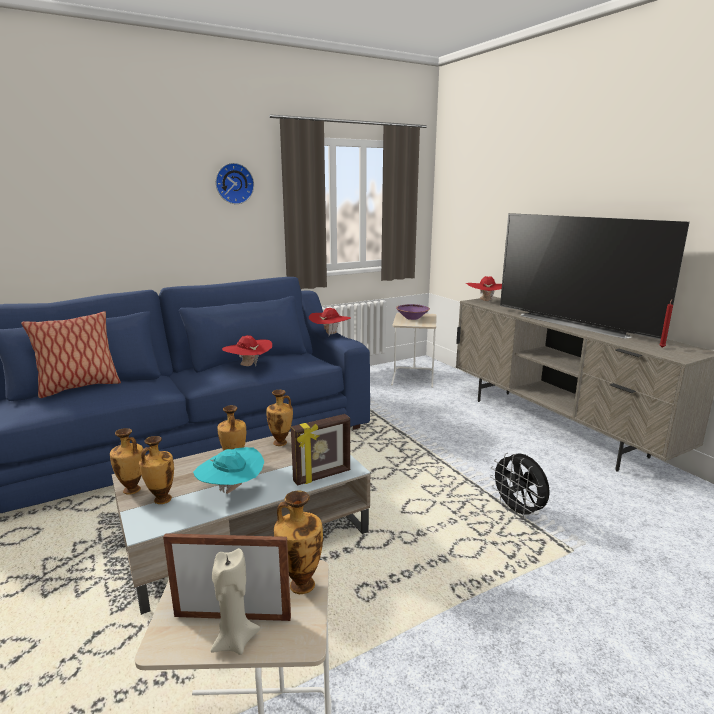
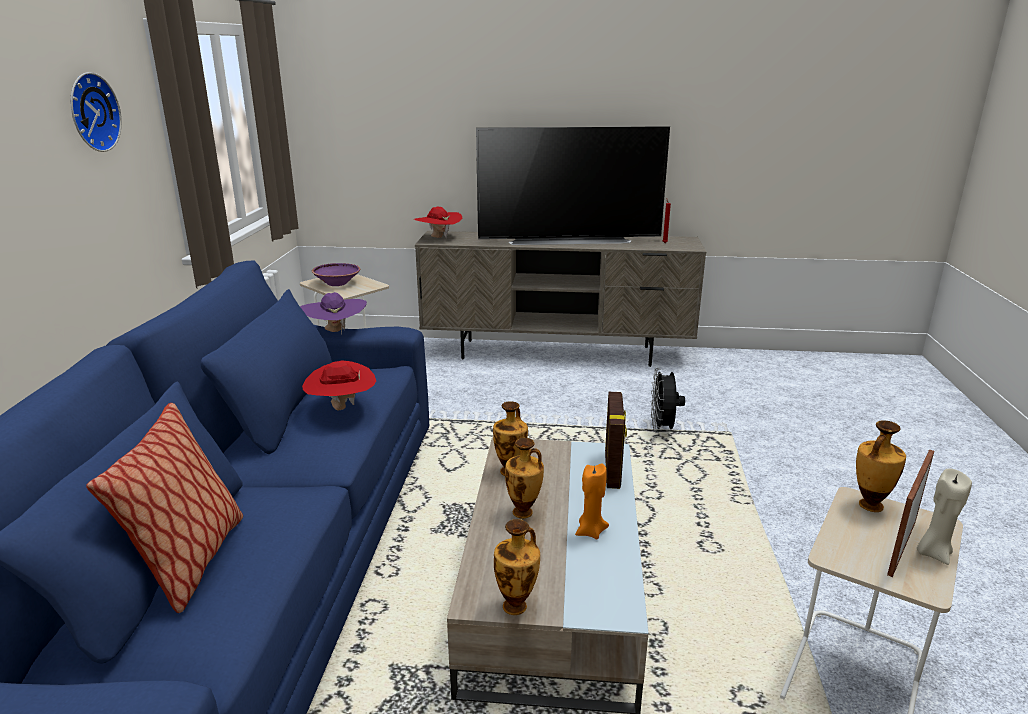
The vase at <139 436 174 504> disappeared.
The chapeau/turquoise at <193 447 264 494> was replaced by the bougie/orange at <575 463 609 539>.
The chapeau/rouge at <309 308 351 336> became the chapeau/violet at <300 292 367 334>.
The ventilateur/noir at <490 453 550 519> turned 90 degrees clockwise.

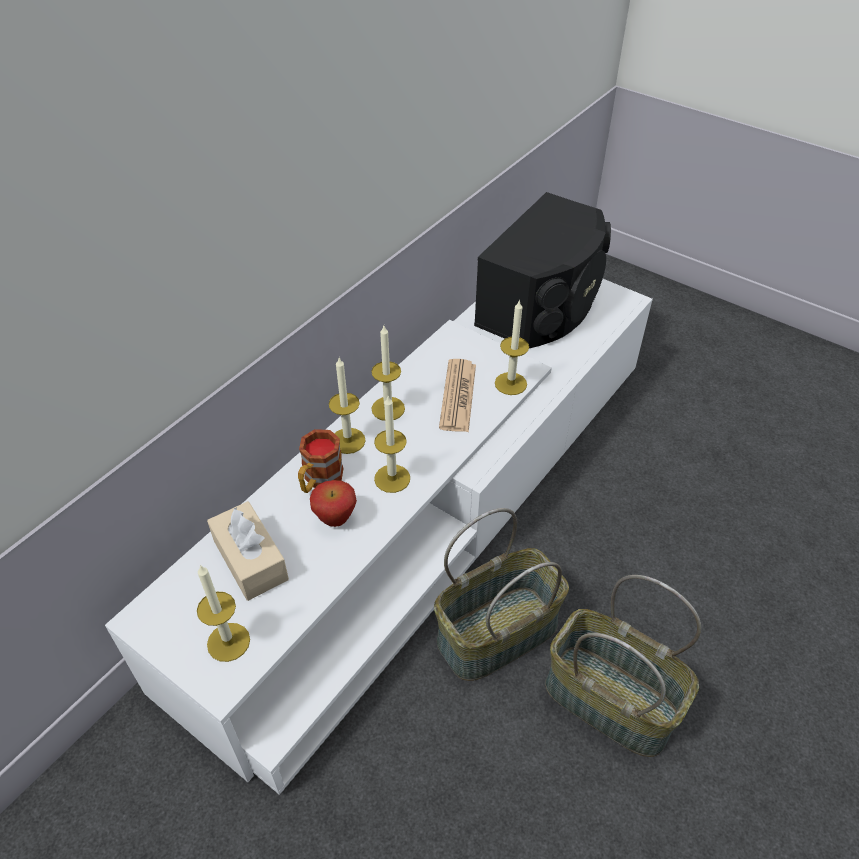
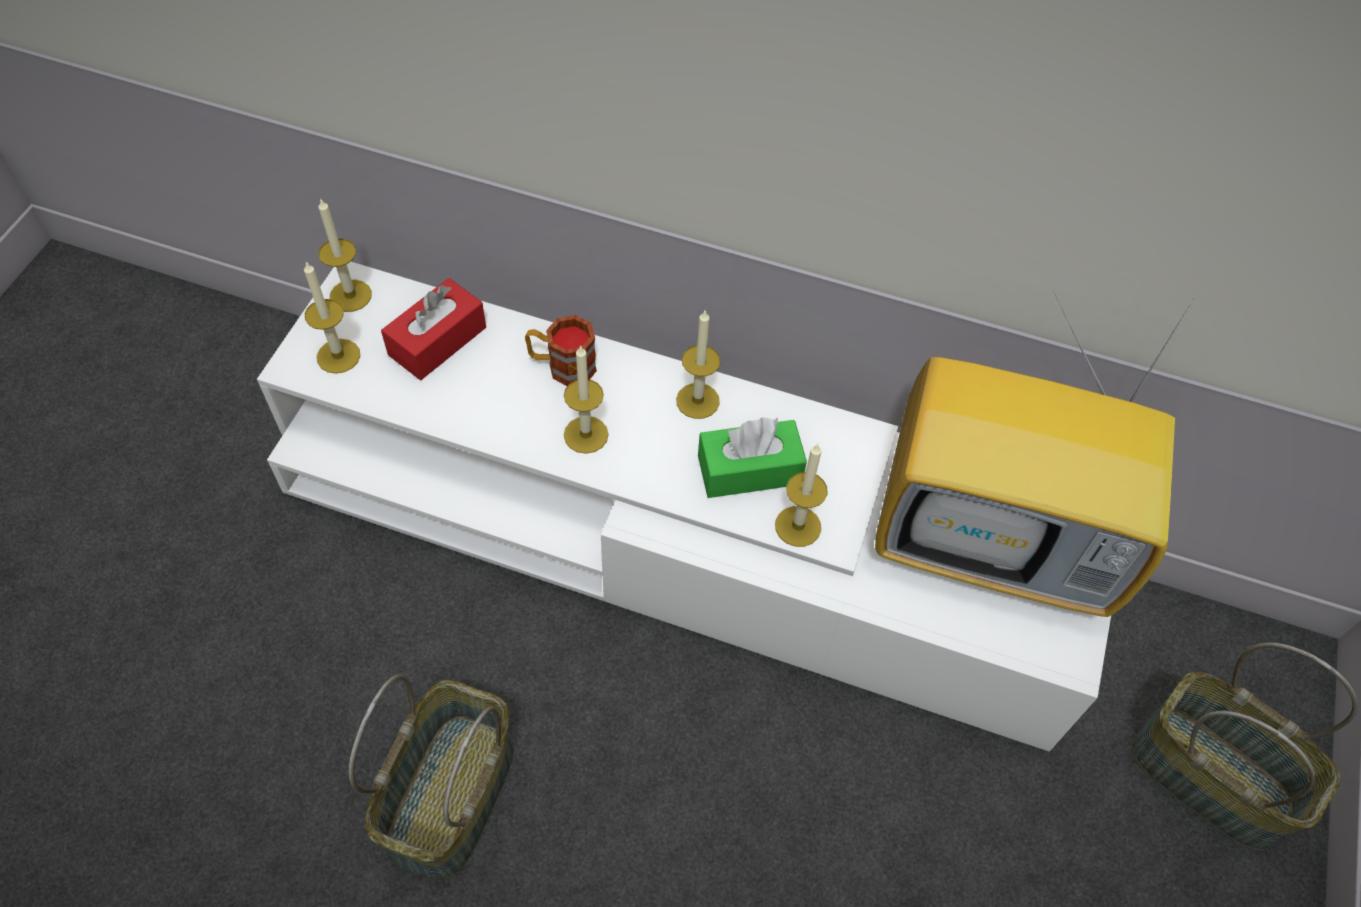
The boîte à mouchoirs/beige at <207 501 289 601> became the boîte à mouchoirs/rouge at <381 278 486 380>.
The pomme at <310 480 357 527> disappeared.
The bougie moved from <329 358 366 454> to <318 198 372 312>.
The panier moved from <434 508 569 681> to <1131 643 1358 850>.
The journal at <439 359 476 432> was replaced by the boîte à mouchoirs/vert at <698 417 807 498>.
The enceinte/noir at <474 192 611 348> was replaced by the téléviseur at <875 293 1195 617>.

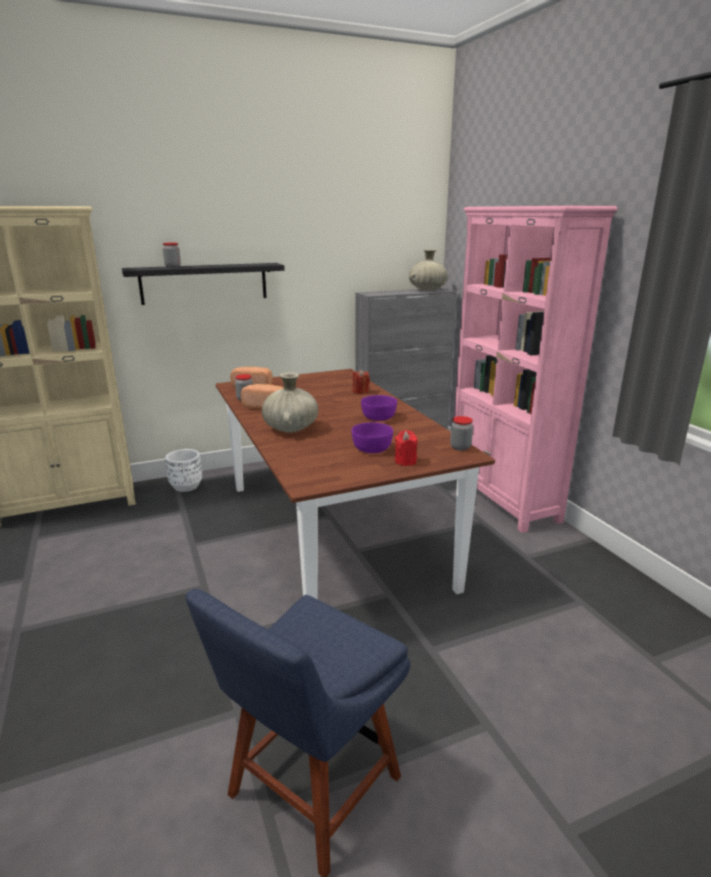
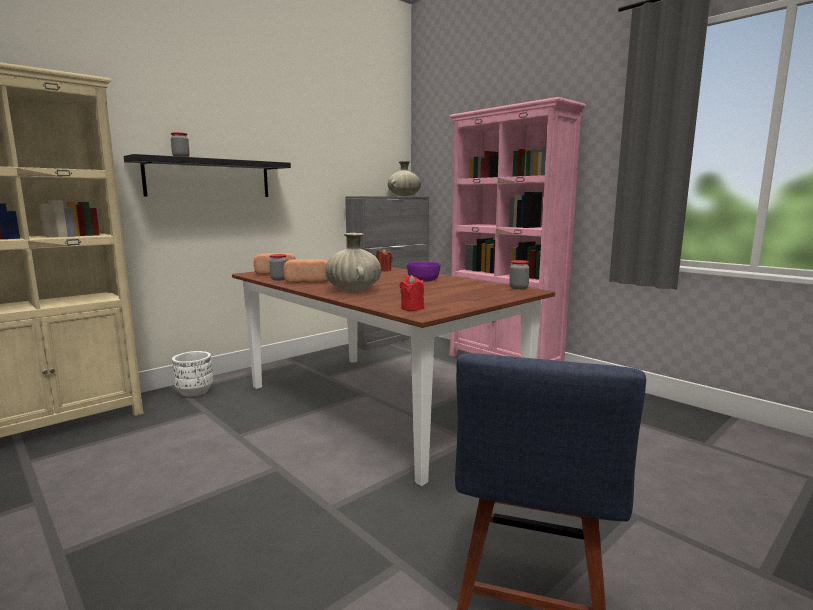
The bol/violet at <351 422 393 453> disappeared.
The bougie/rouge moved from <395 430 418 466> to <400 275 424 311>.

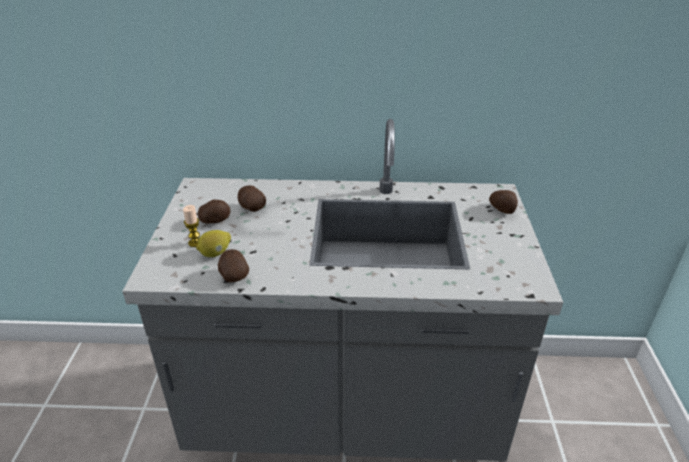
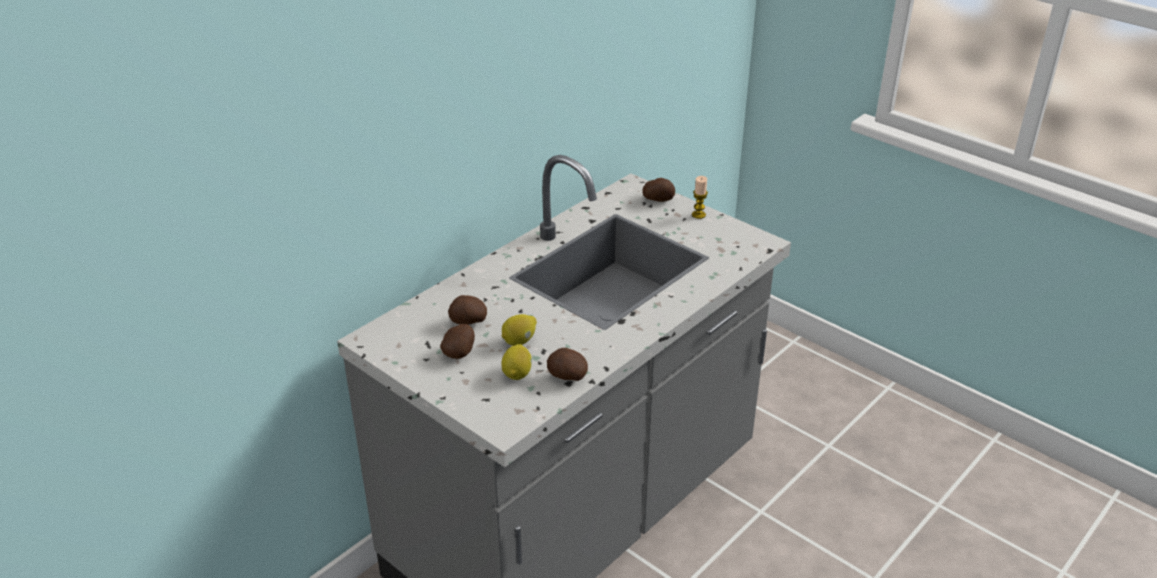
The bougie moved from <183 205 200 247> to <692 176 708 219>.
The citron at <502 314 537 346> appeared.

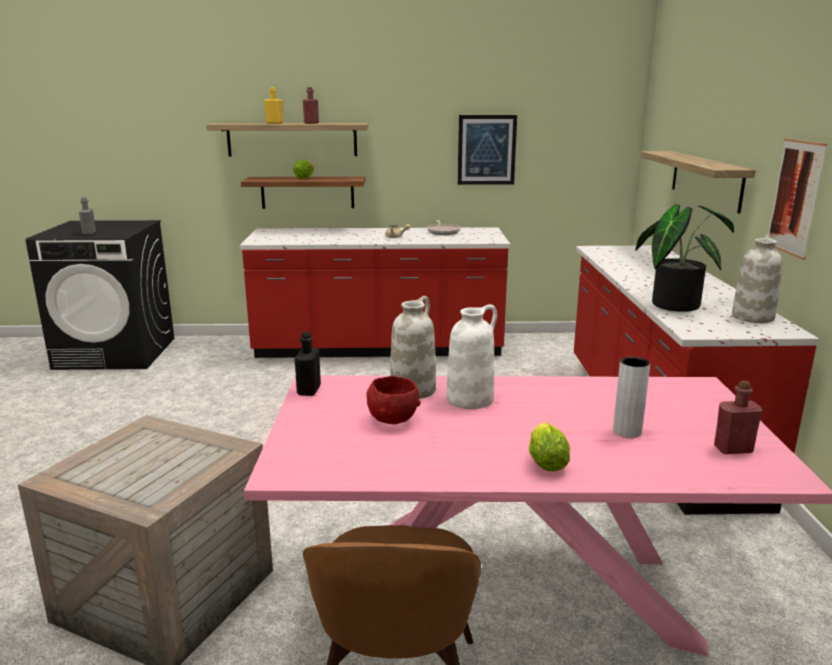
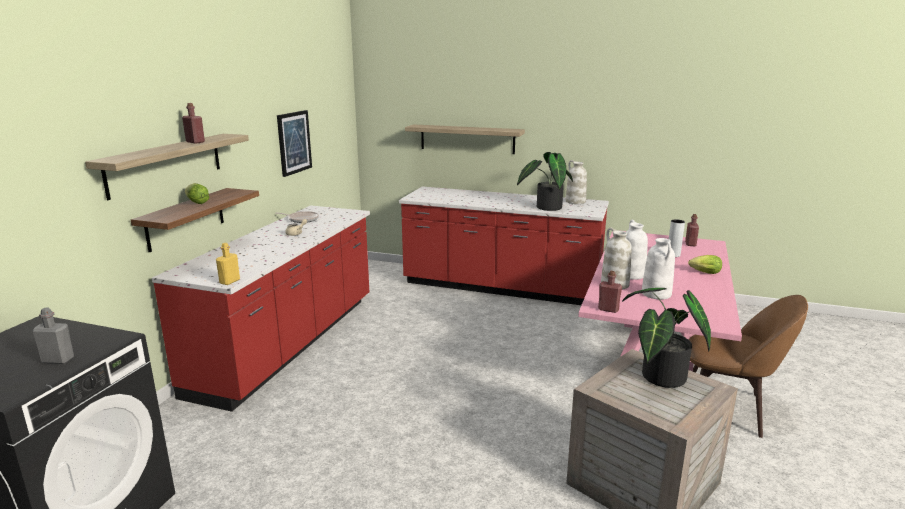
The bouteille/jaune moved from <264 87 284 124> to <216 243 240 285>.
The bouteille/noir at <295 332 321 396> became the bouteille/rouge at <598 271 622 313>.
The bol/rouge at <366 376 421 424> was replaced by the vase/blanc at <642 238 675 300>.
The tableau at <768 139 827 260> disappeared.
The plante en pot at <622 288 711 388> appeared.

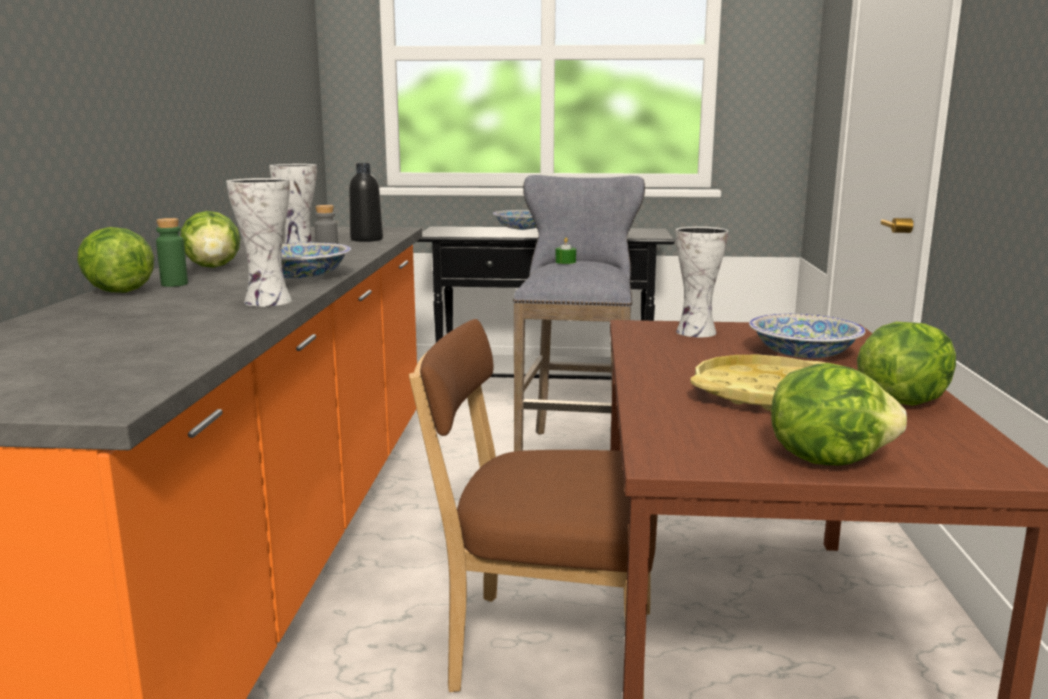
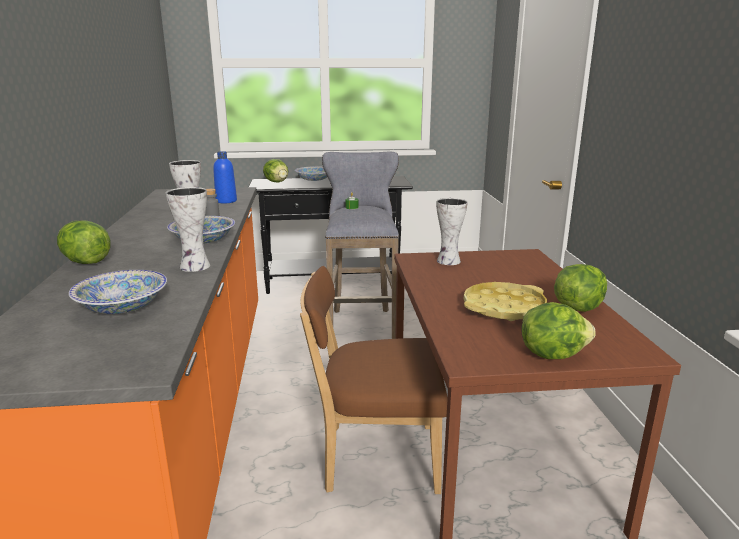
The bouteille/vert at <156 218 188 287> disappeared.
The laitue moved from <180 211 240 268> to <263 159 288 182>.
The bouteille/noir at <349 163 383 242> became the bouteille/bleu at <213 151 237 204>.
The bol moved from <749 314 866 358> to <69 270 167 314>.

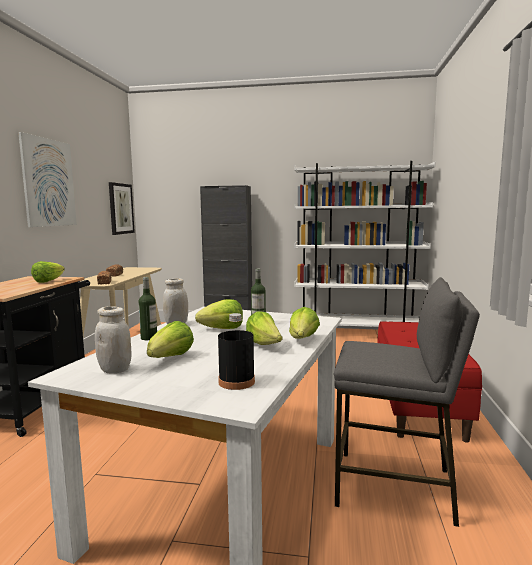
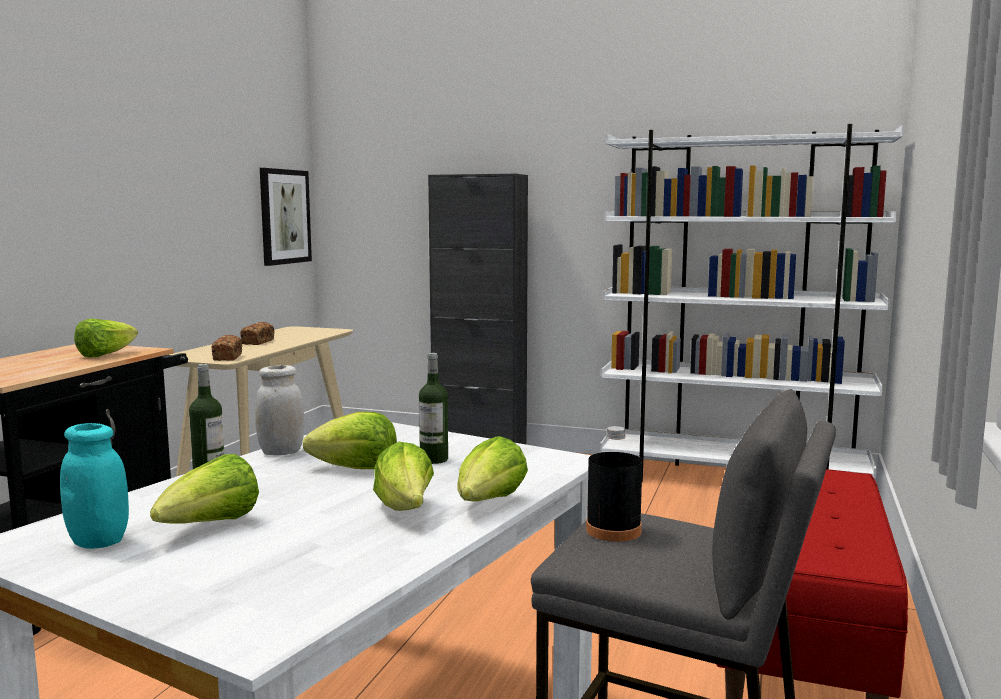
The tableau at <18 132 77 227> disappeared.
The bocal/blanc at <95 306 131 374> became the bocal/turquoise at <60 423 129 549>.
The bouteille/noir moved from <218 313 255 390> to <586 426 642 542>.

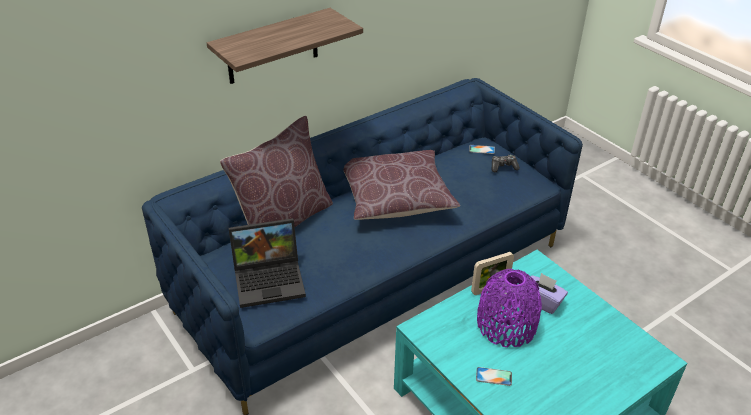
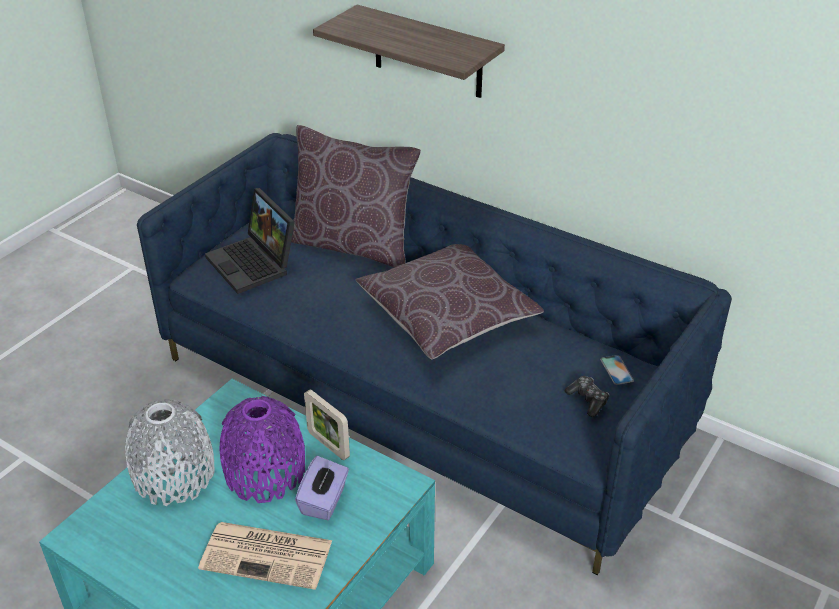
The téléphone at <476 367 512 386> was replaced by the vase/gris at <125 399 215 506>.
The journal at <198 522 333 590> appeared.

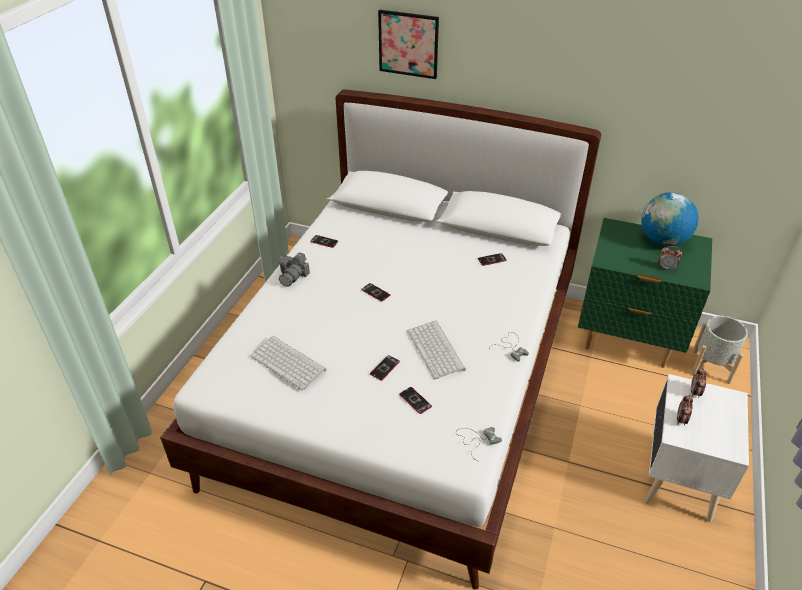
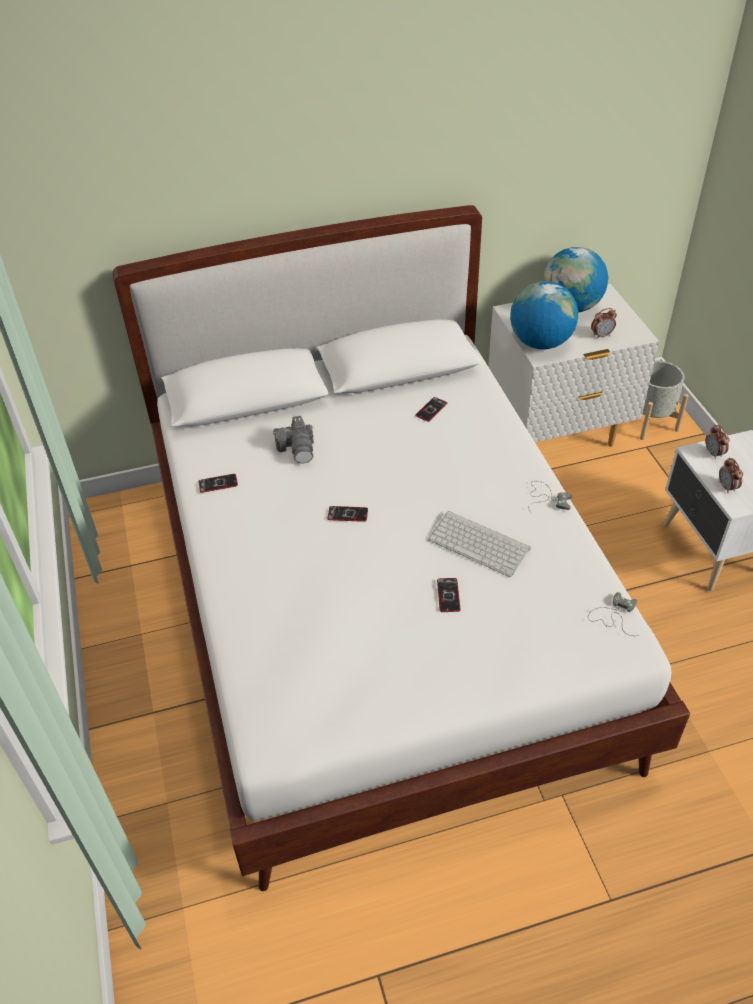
The clavier at <250 336 327 390> disappeared.
The appareil photo moved from <279 252 310 287> to <273 416 314 464>.
The tableau at <378 10 439 79> disappeared.
The téléphone at <399 387 432 414> disappeared.
The table de chevet/vert at <578 218 712 368> became the table de chevet/blanc at <488 284 659 447>.
The globe at <510 281 578 349> appeared.

